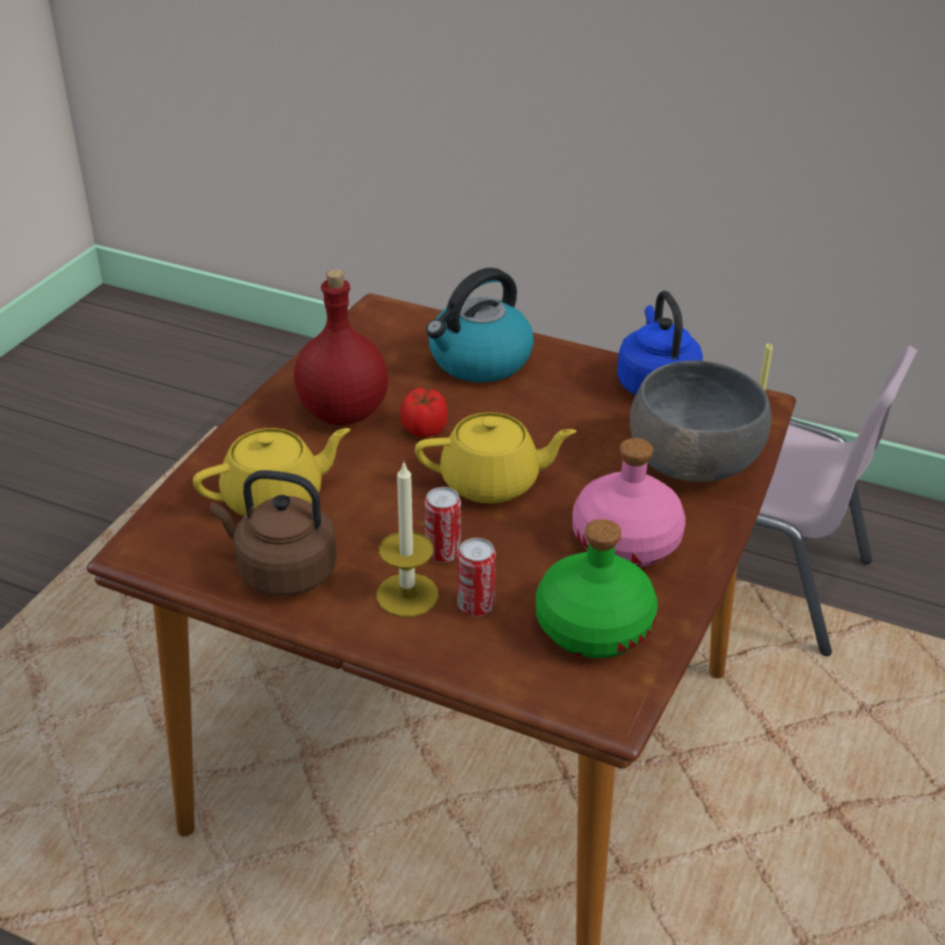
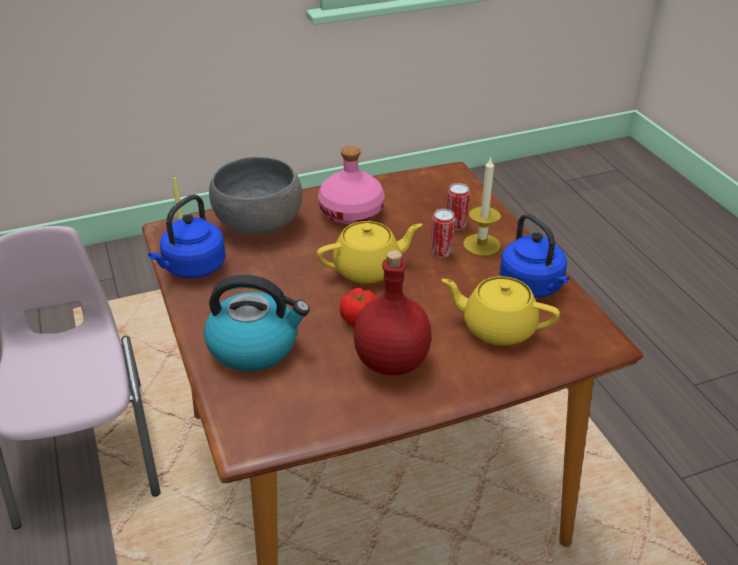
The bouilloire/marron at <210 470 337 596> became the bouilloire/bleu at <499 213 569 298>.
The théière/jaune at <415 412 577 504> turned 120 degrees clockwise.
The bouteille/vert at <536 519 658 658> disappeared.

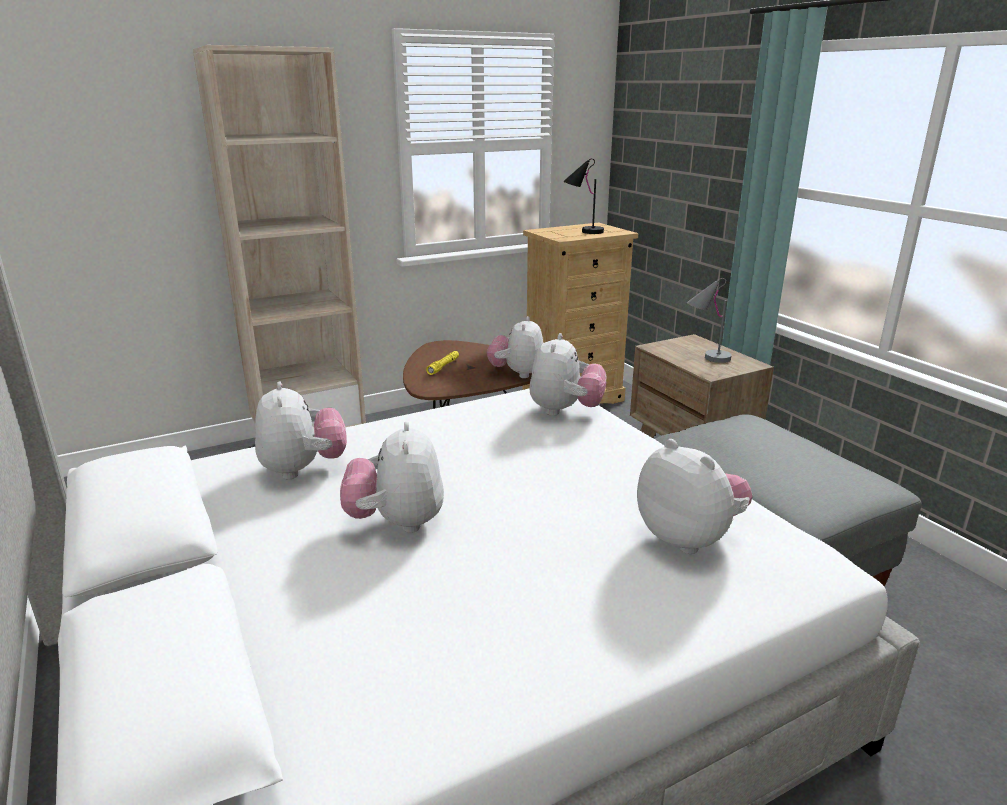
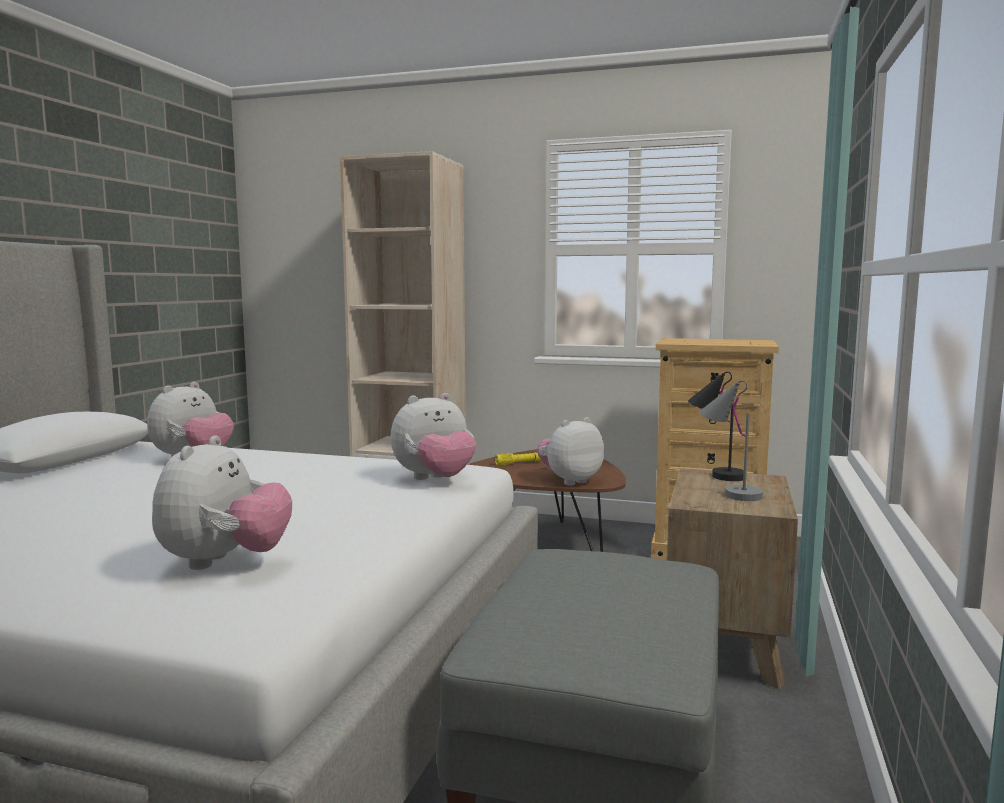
The peluche at <340 422 444 533> disappeared.
The lampe de table/noir moved from <563 158 604 234> to <688 372 747 481>.

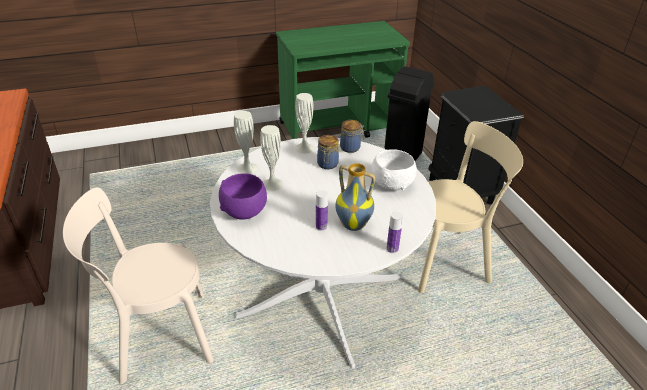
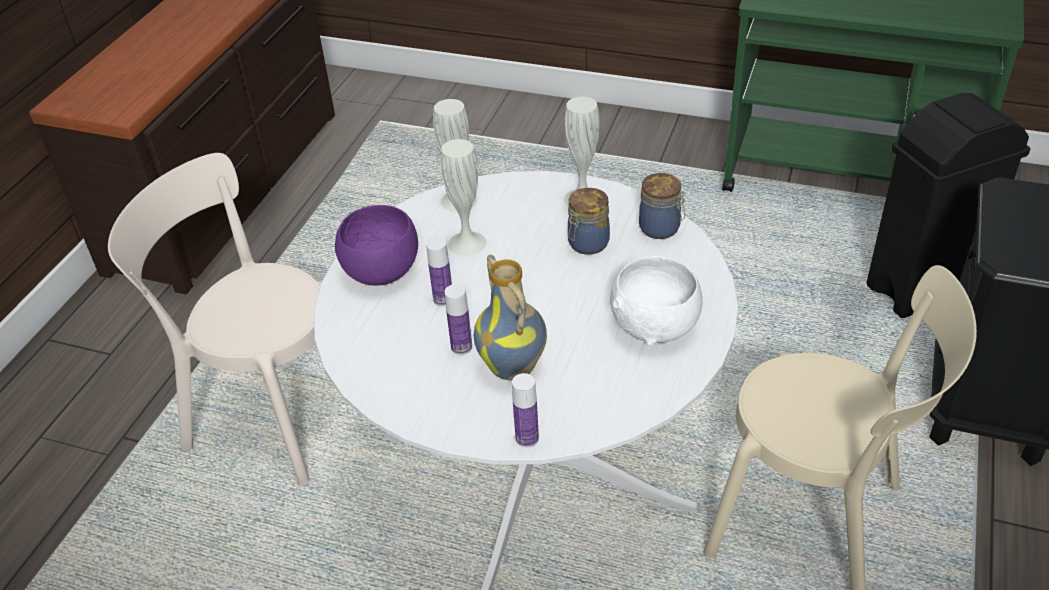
The bouteille at <426 237 452 306> appeared.

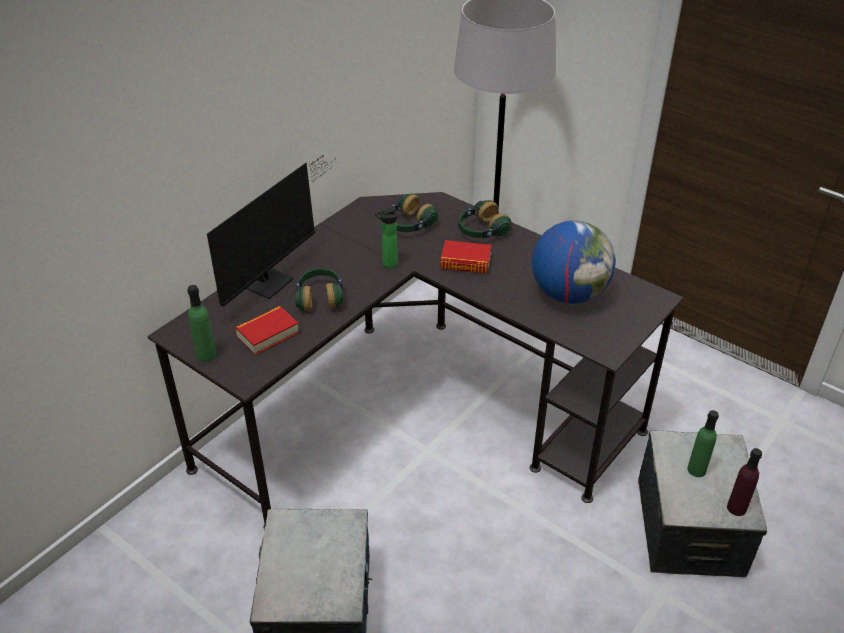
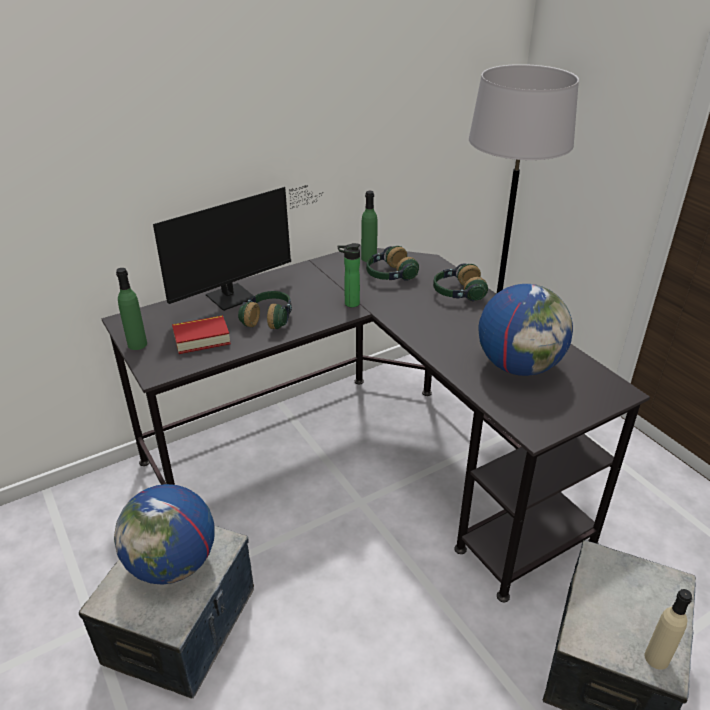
The livre at <440 240 492 274> disappeared.
The bouteille/vert moved from <687 410 719 477> to <361 191 378 262>.
The bouteille/violet at <727 448 762 516> became the bouteille/beige at <645 589 692 670>.
The globe at <114 484 214 585> appeared.

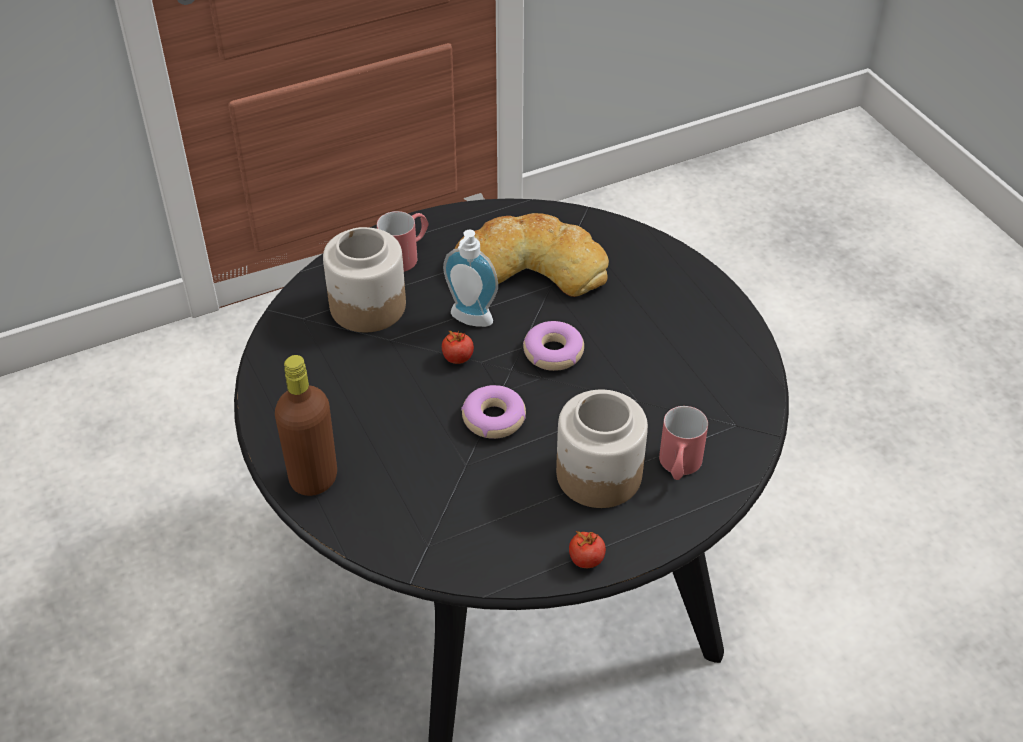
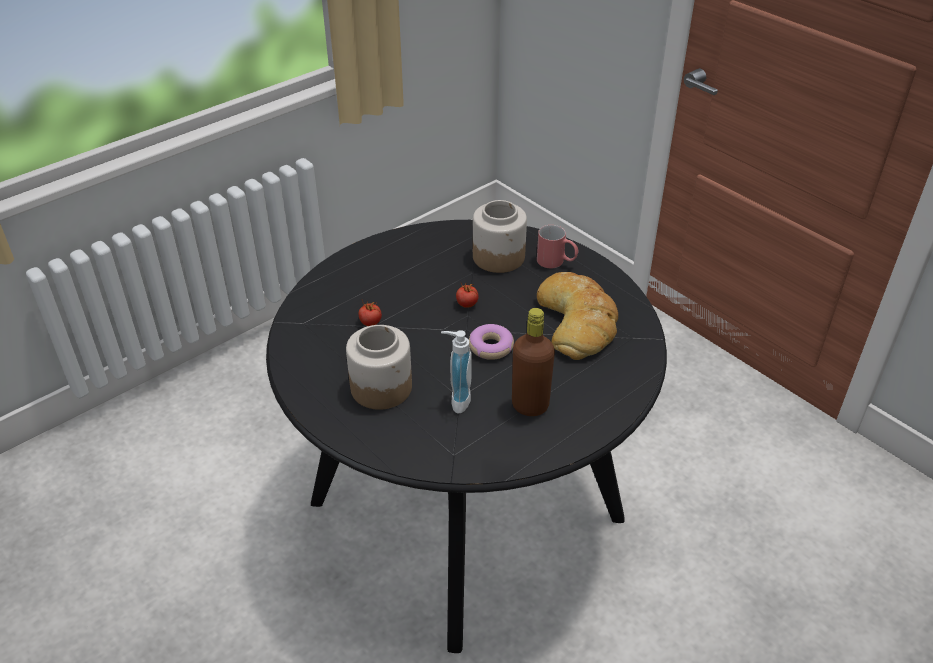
The bouteille/marron moved from <275 355 337 496> to <512 308 555 416>.
The distributeur de savon moved from <443 230 498 327> to <441 330 472 414>.
The beignet at <461 385 526 439> disappeared.
The tomate moved from <569 531 606 568> to <358 300 382 326>.
The mug/rouge at <659 406 708 480> disappeared.

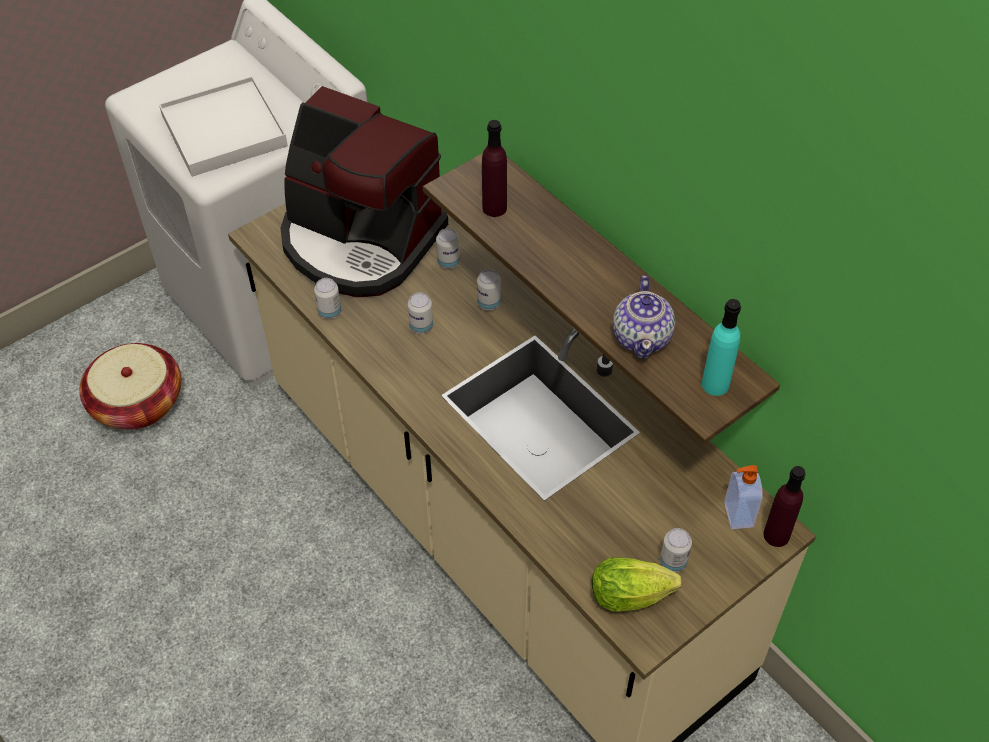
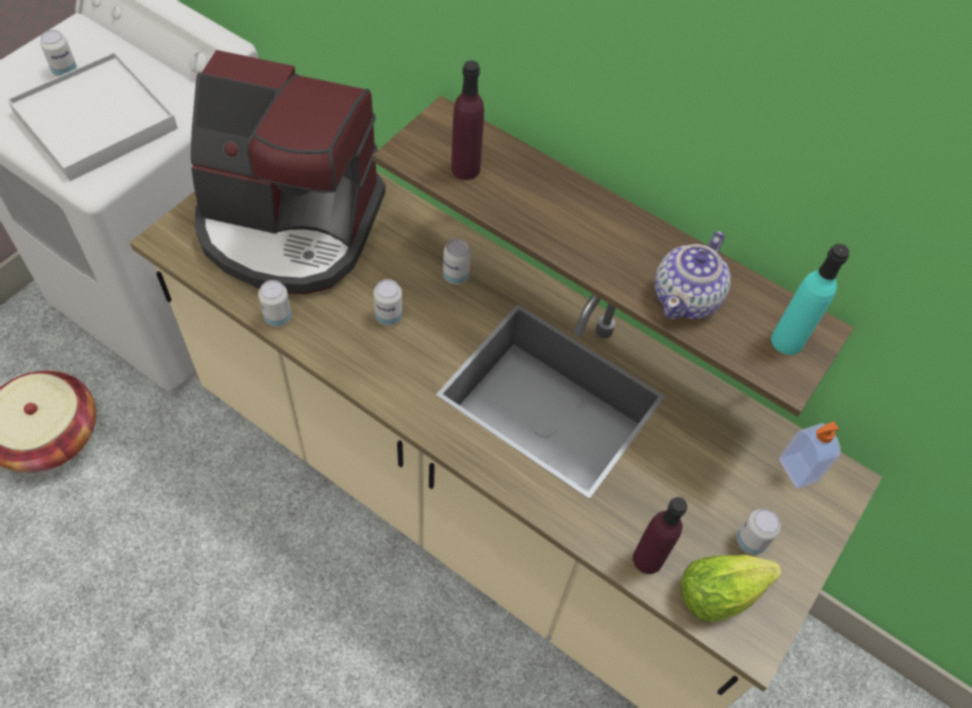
The boîte métallique moved from <436 228 460 269> to <40 30 77 76>.
The théière at <613 275 676 359> turned 45 degrees clockwise.
The bouteille/violet moved from <763 466 806 547> to <633 497 687 574>.

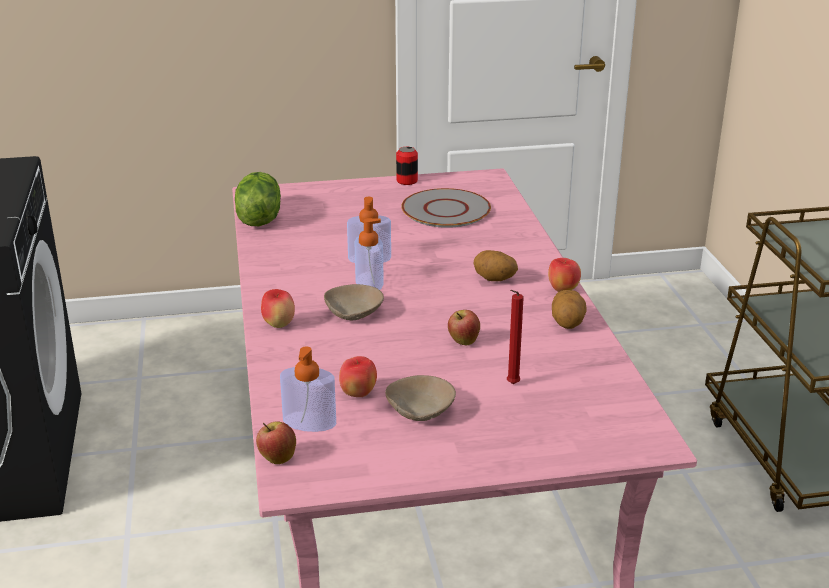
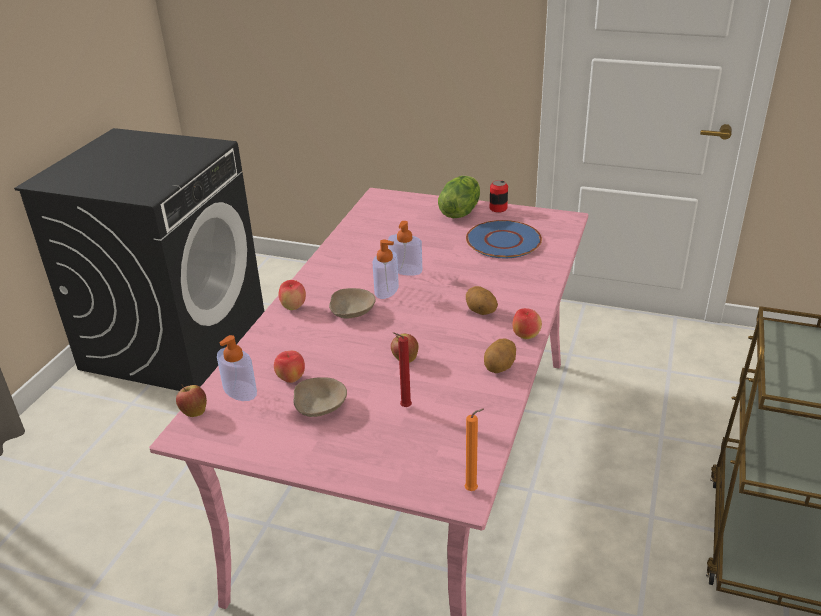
The laitue moved from <235 172 281 226> to <438 176 480 218>.
The assiette/gris at <401 188 491 228> became the assiette/bleu at <466 220 542 258>.
The bougie/orange at <465 408 484 491> appeared.

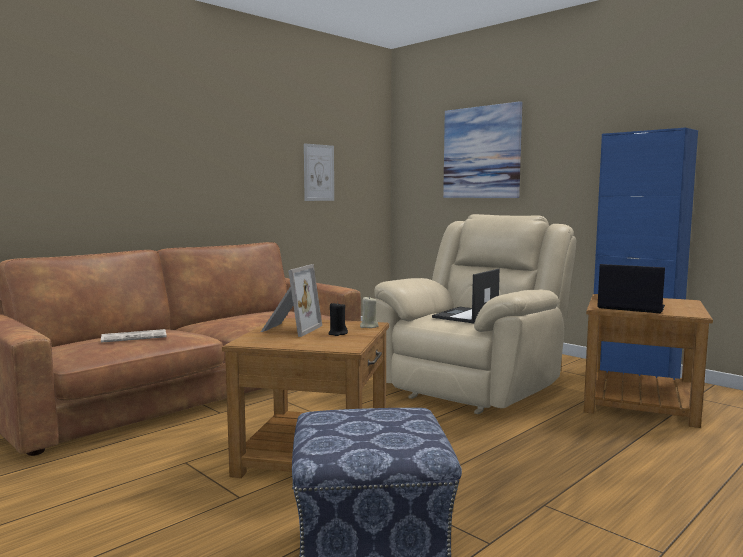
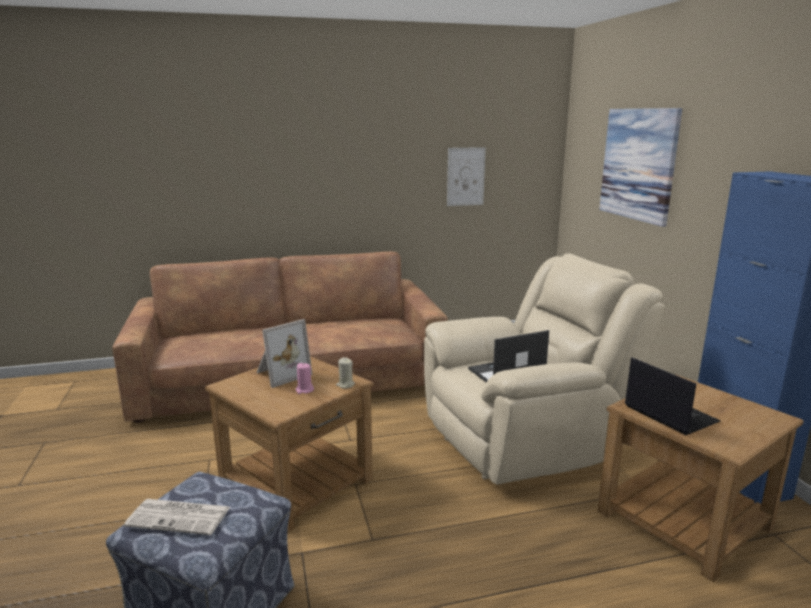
The journal moved from <101 329 167 343> to <124 499 230 535>.
The bougie/noir at <329 301 348 336> became the bougie/rose at <295 363 314 394>.

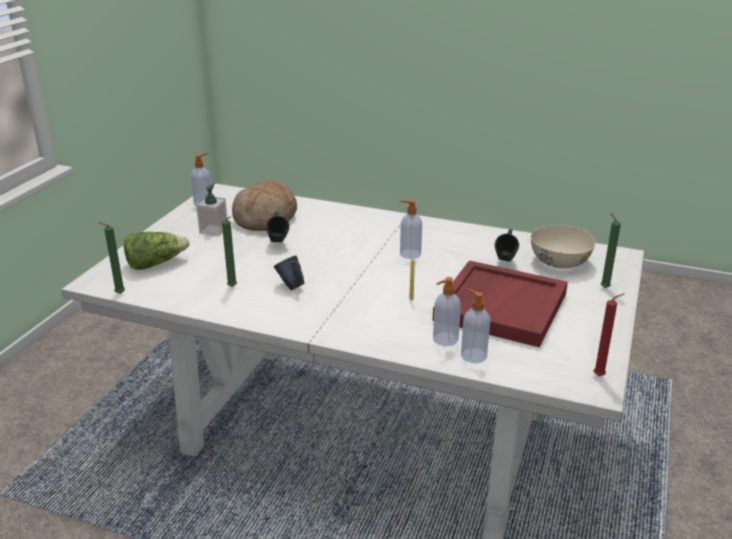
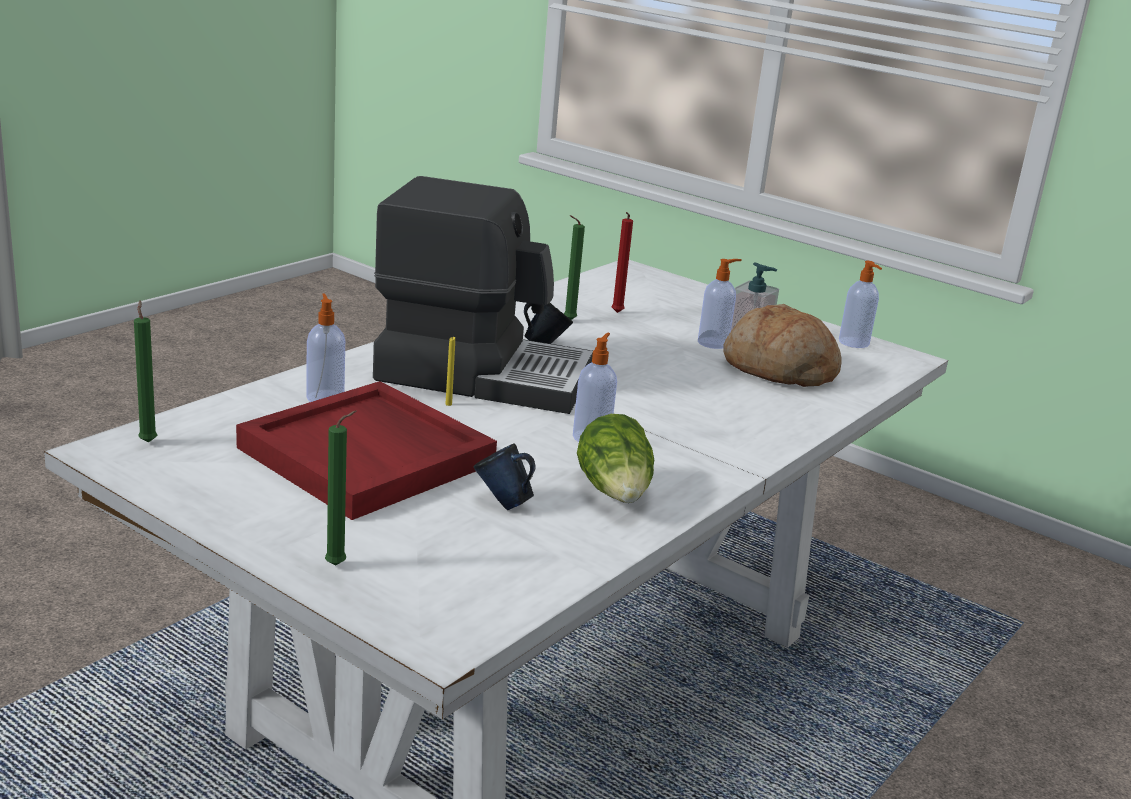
The bougie/vert moved from <99 222 125 294> to <134 300 157 442>.
The laitue moved from <124 232 190 270> to <577 414 654 503>.
The mug/bleu at <266 211 290 242> disappeared.
The distributeur de savon moved from <461 288 490 363> to <698 259 742 349>.
The bol/beige at <531 225 595 269> disappeared.
The bougie/rouge moved from <594 294 624 376> to <612 212 633 313>.
The machine à café at <373 176 593 414> appeared.

